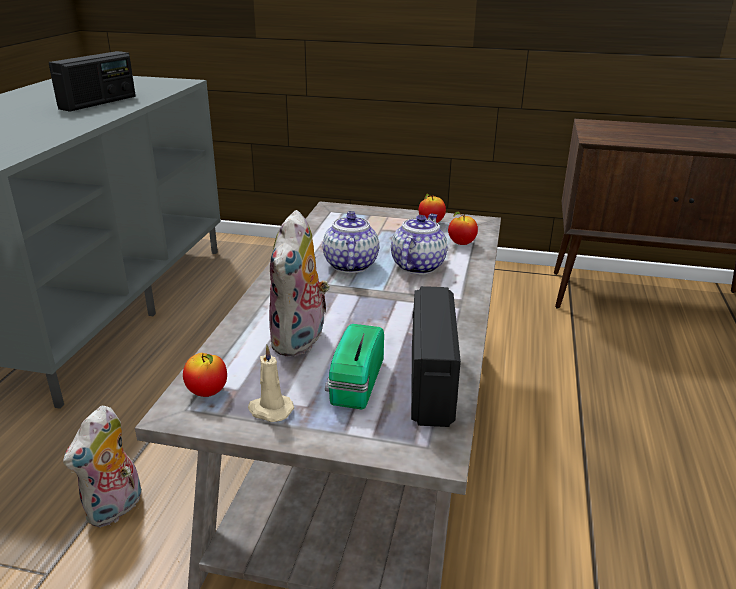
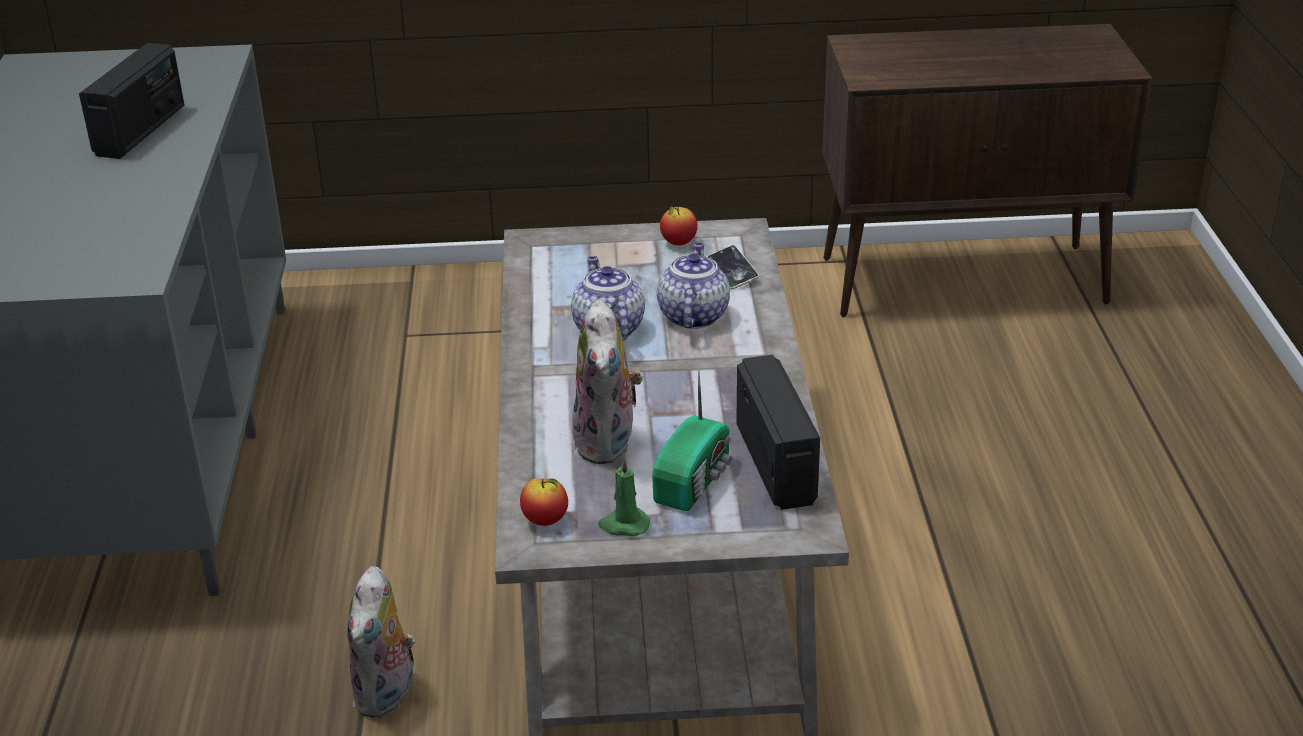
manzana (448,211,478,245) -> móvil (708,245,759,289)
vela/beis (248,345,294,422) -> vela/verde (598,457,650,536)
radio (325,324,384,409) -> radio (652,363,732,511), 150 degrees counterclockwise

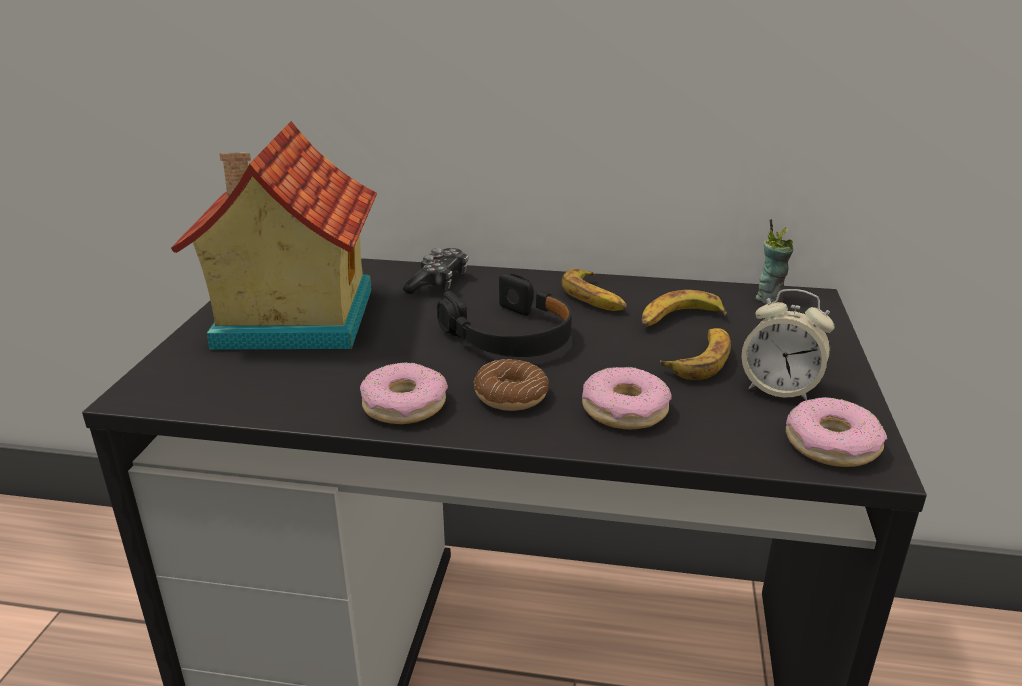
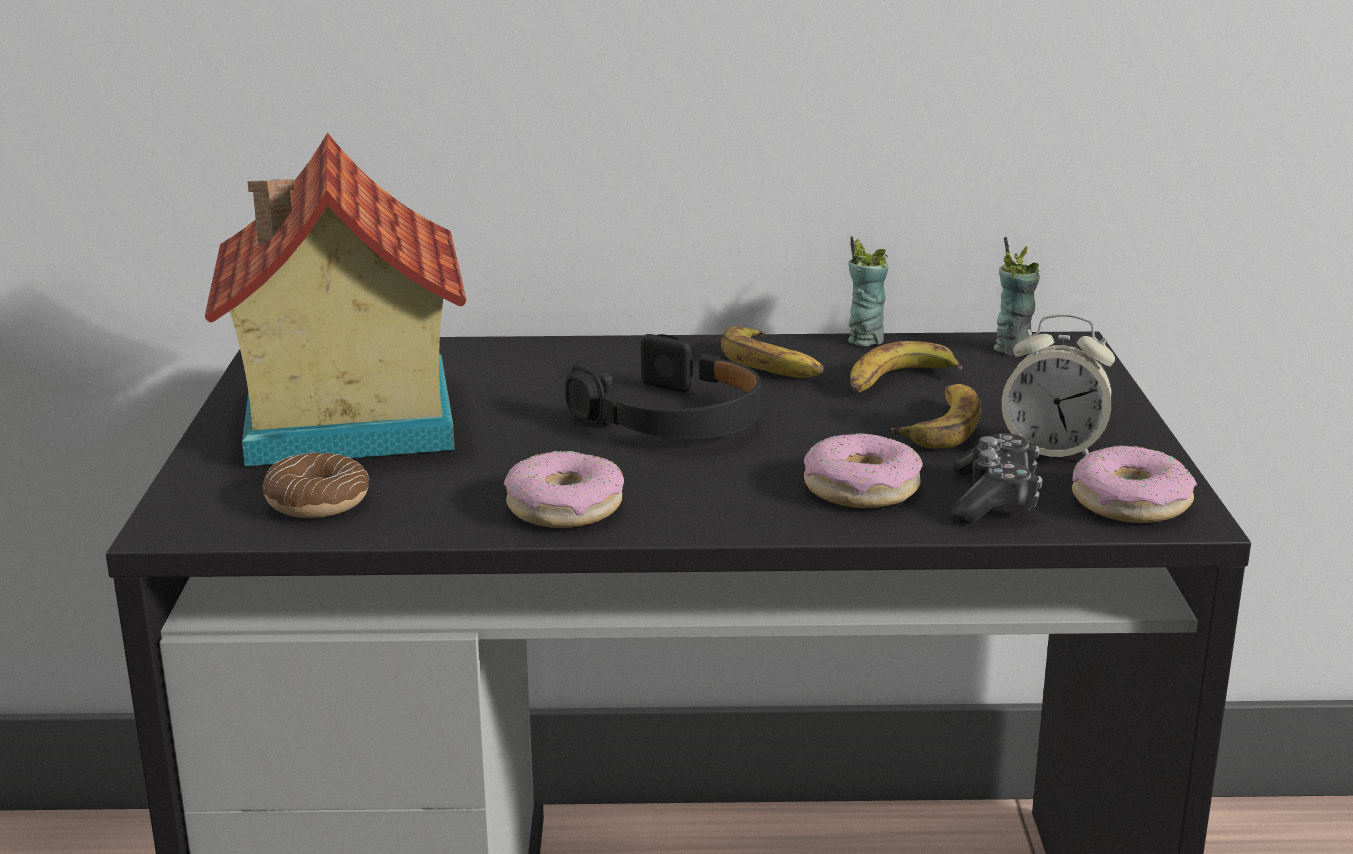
none -> taza (848,236,888,346)
mando de consola (403,248,468,294) -> mando de consola (952,433,1042,524), move
rosquilla (474,359,549,411) -> rosquilla (262,452,369,518), move

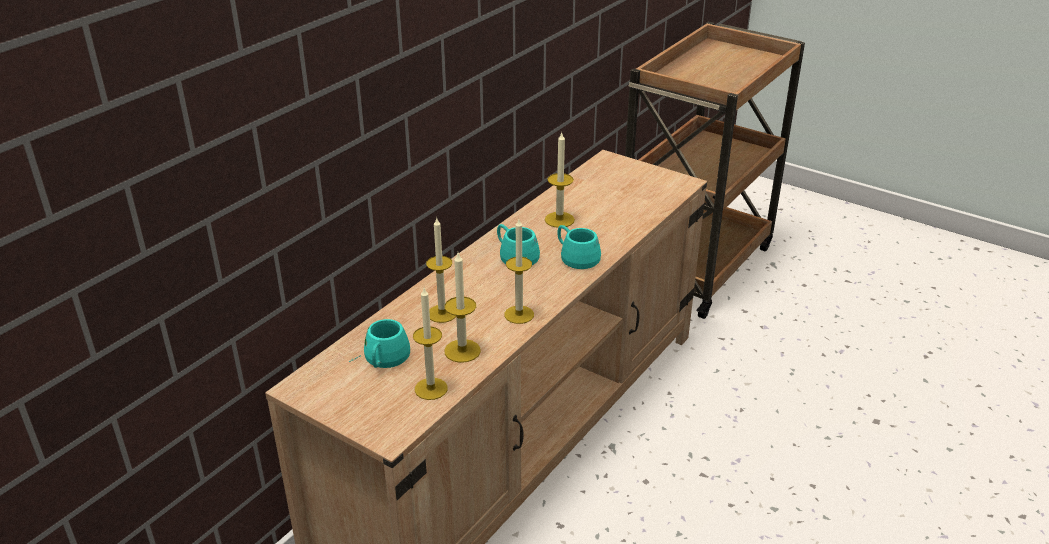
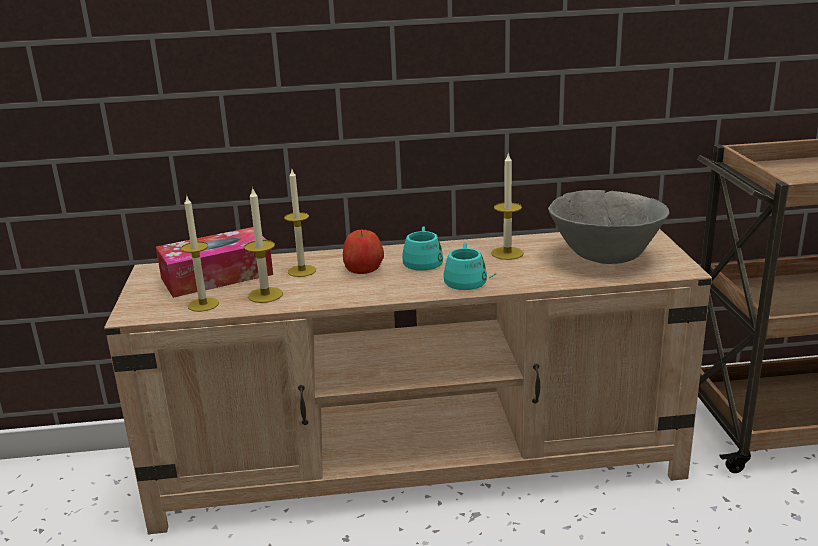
vela (504,219,534,324) -> none
none -> manzana (343,230,384,274)
none -> cuenco/gris (548,190,669,264)
taza grande/turquesa (350,319,410,368) -> caja de pañuelos (156,227,273,298)

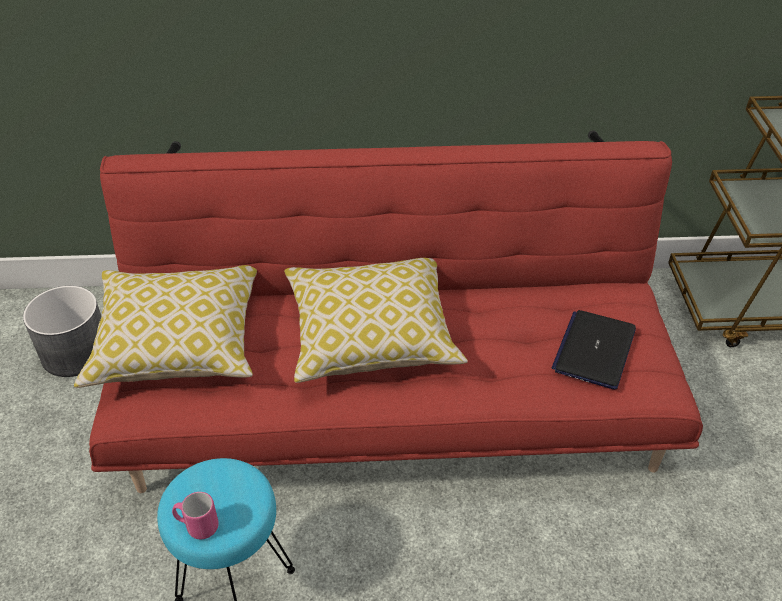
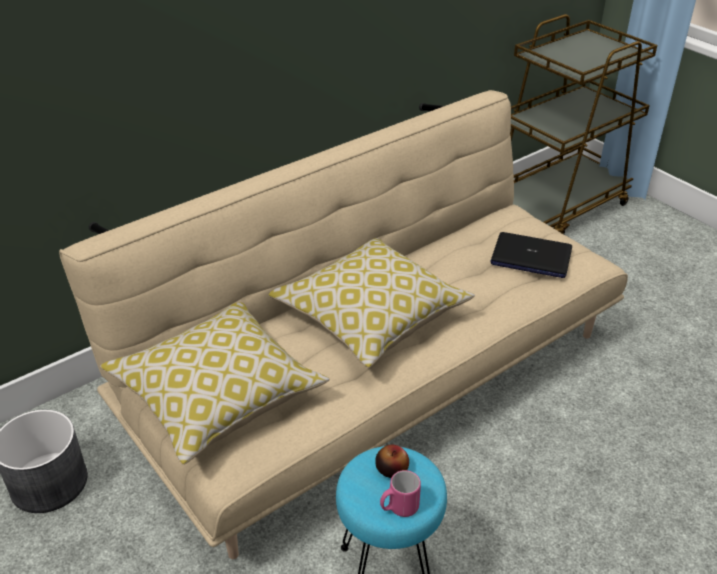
none -> manzana (375,445,409,478)
sofá/rojo (89,130,703,493) -> sofá/beis (59,90,628,560)
portátil (552,310,636,389) -> portátil (490,232,572,278), 60 degrees counterclockwise

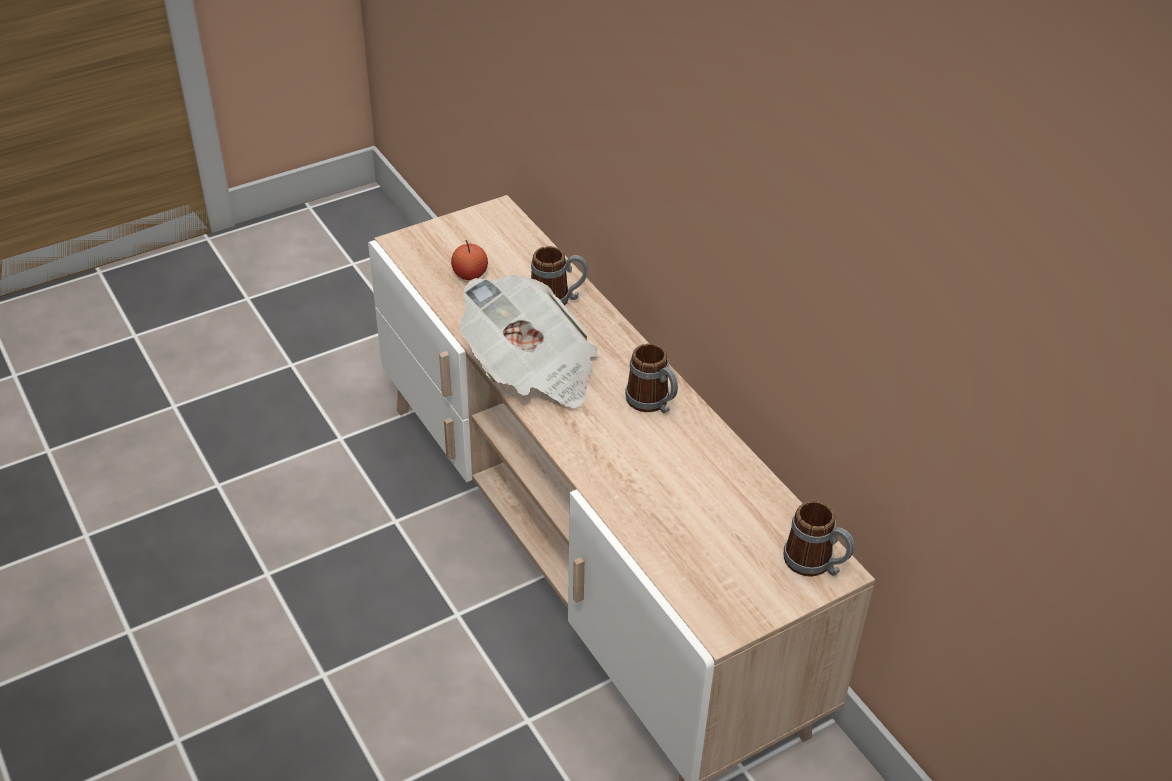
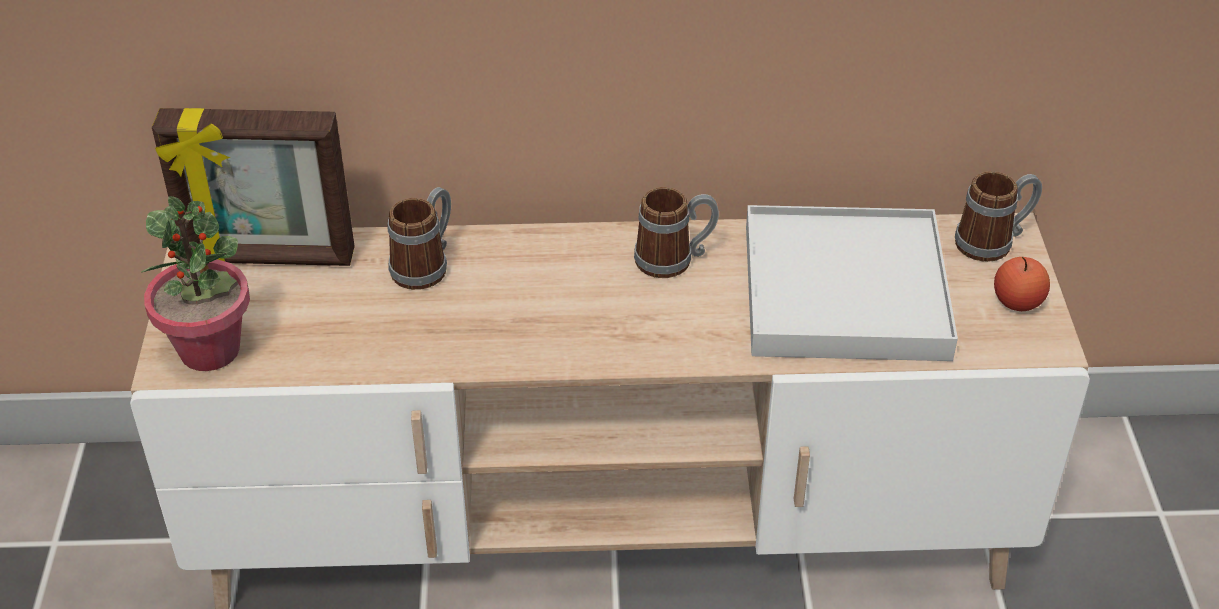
periódico (459,275,598,408) -> none
none -> planta en maceta (141,196,250,371)
none -> portarretratos (152,108,355,266)
none -> bandeja/blanco (746,205,958,361)
manzana (451,240,488,280) -> manzana (994,257,1050,311), move

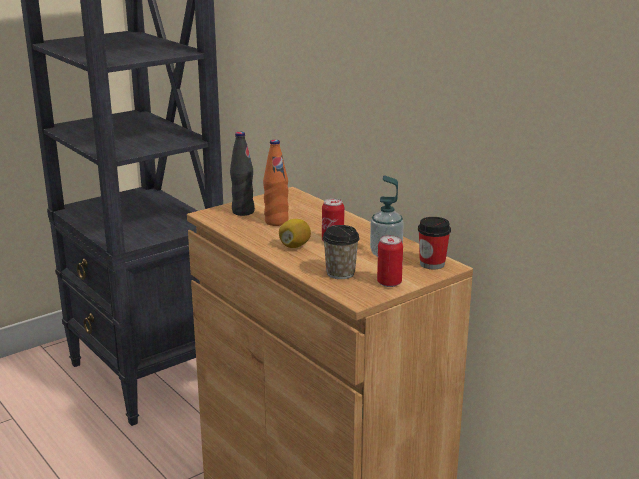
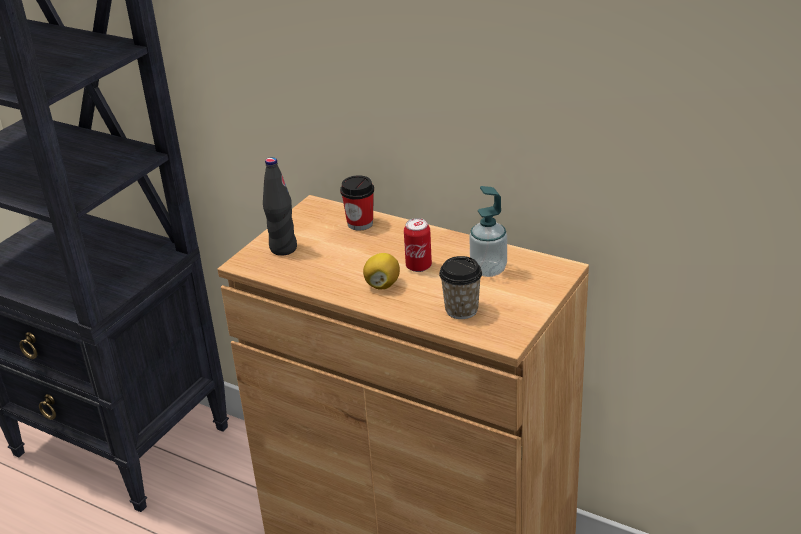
botella/naranja (263,139,289,226) -> none
lata (377,235,403,287) -> none
taza (418,217,451,269) -> taza (340,175,374,231), move

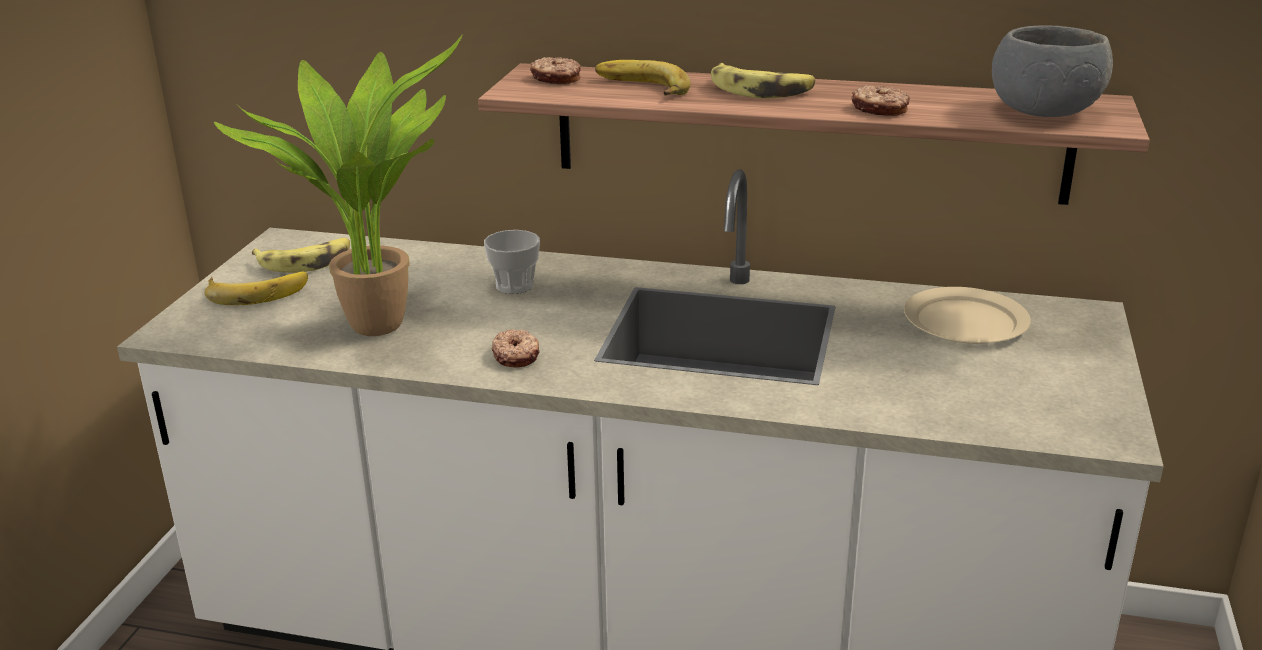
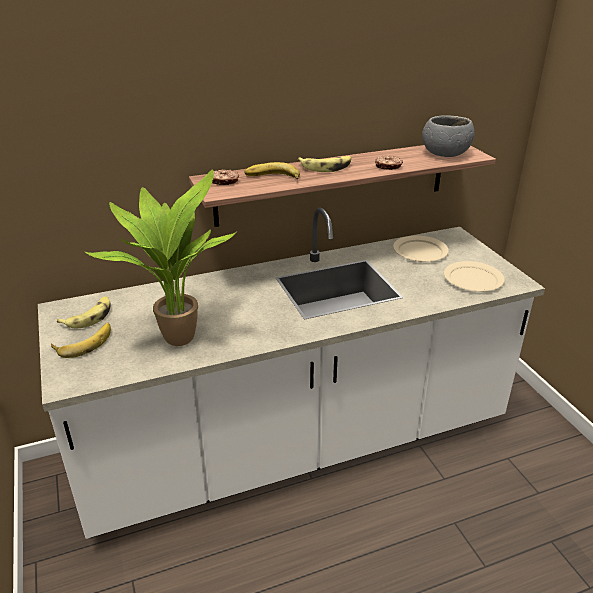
taza (484,230,540,294) -> none
rosquilla (492,329,540,368) -> none
none -> plato/beis (444,261,505,291)

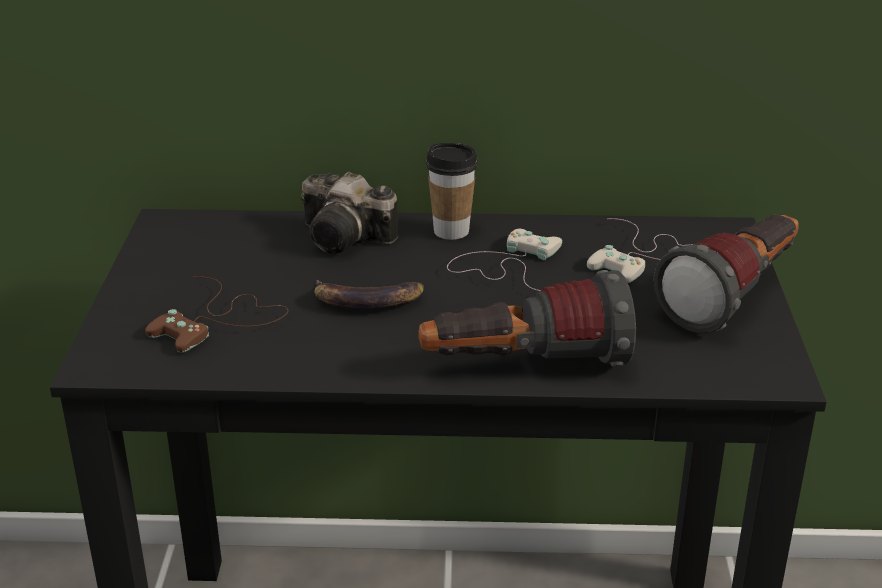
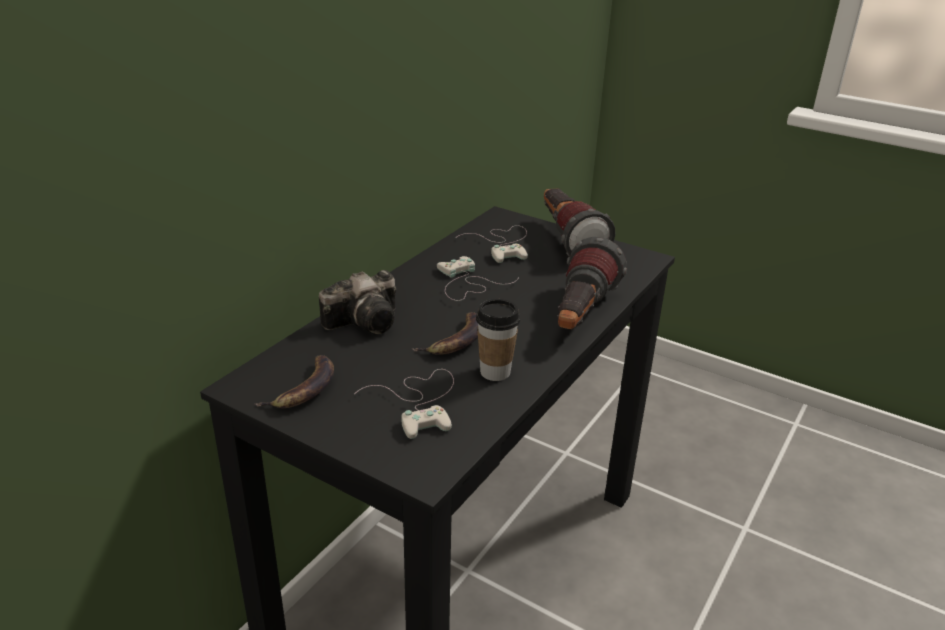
none -> plátano (255,355,334,408)
taza (426,143,478,240) -> taza (476,299,520,381), move
mando de consola/marrón (145,276,288,353) -> mando de consola/blanco (354,369,454,439)

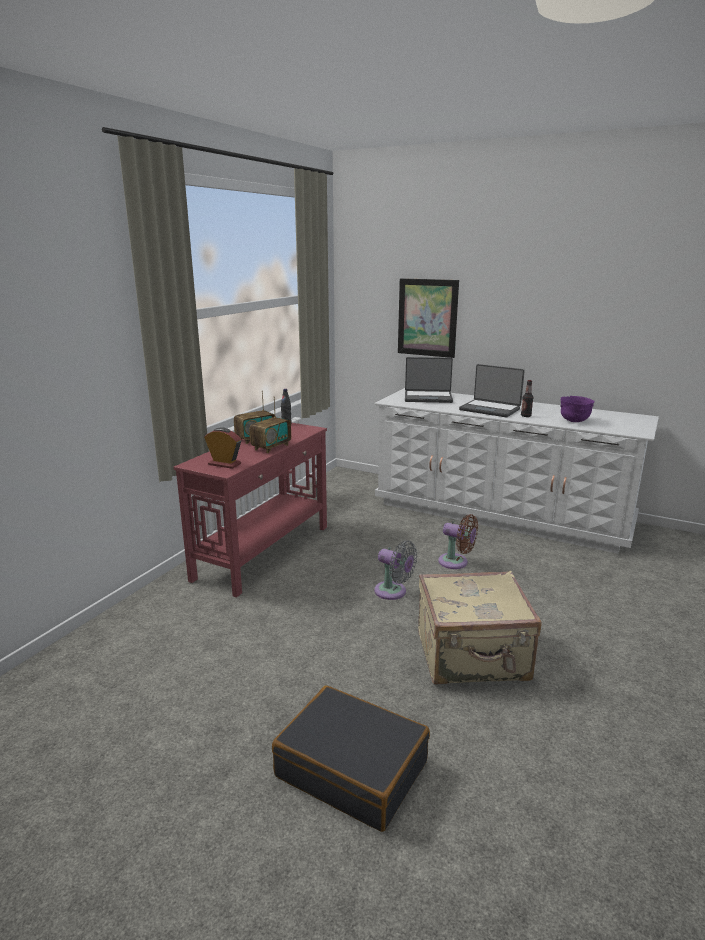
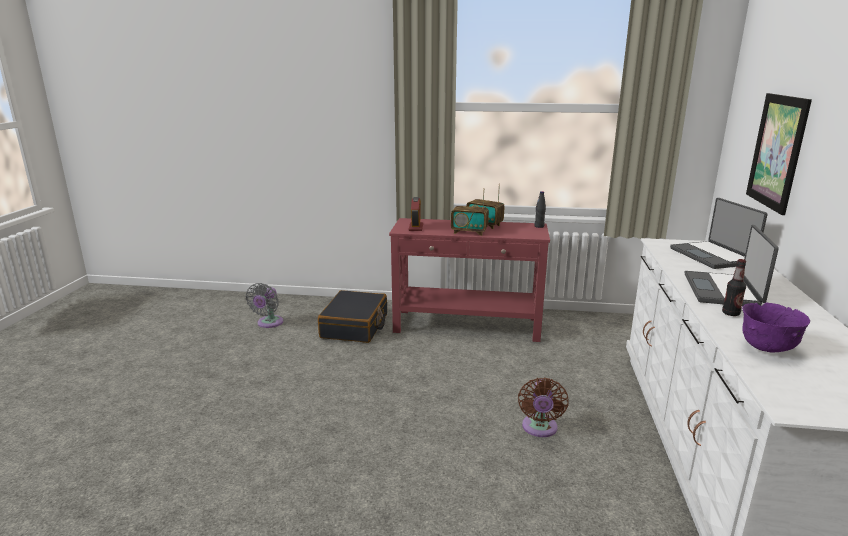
maleta/beis (418,571,541,685) -> none
maleta/negro (272,686,430,832) -> maleta/negro (318,290,387,343), move
ventilador/gris (374,541,417,600) -> ventilador/gris (246,283,283,328), move

